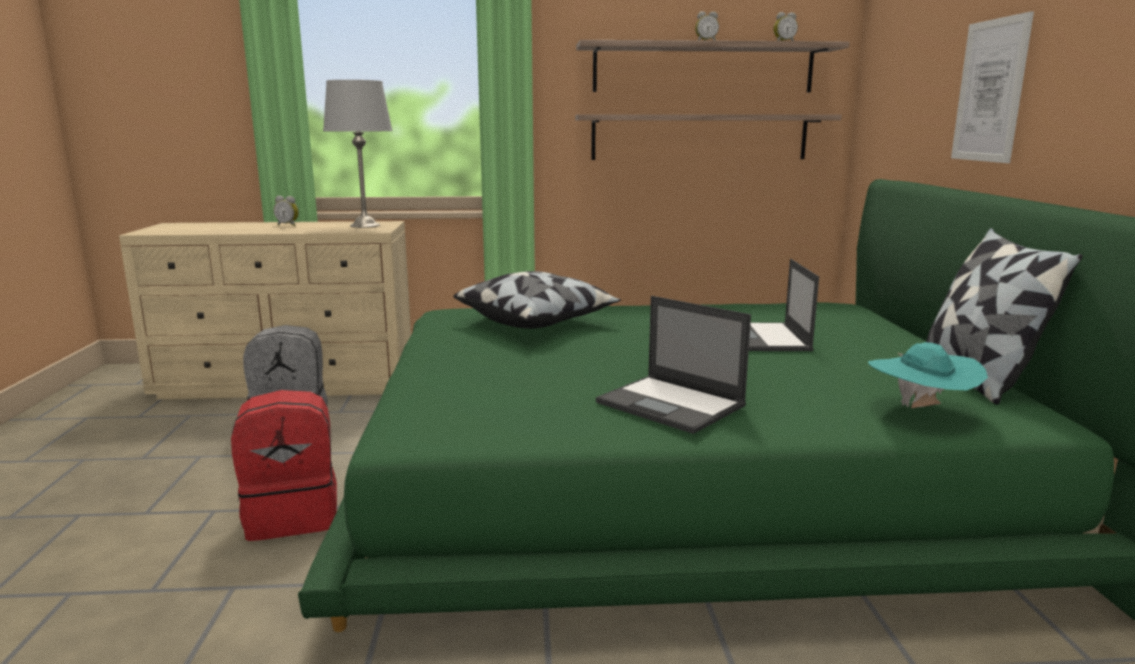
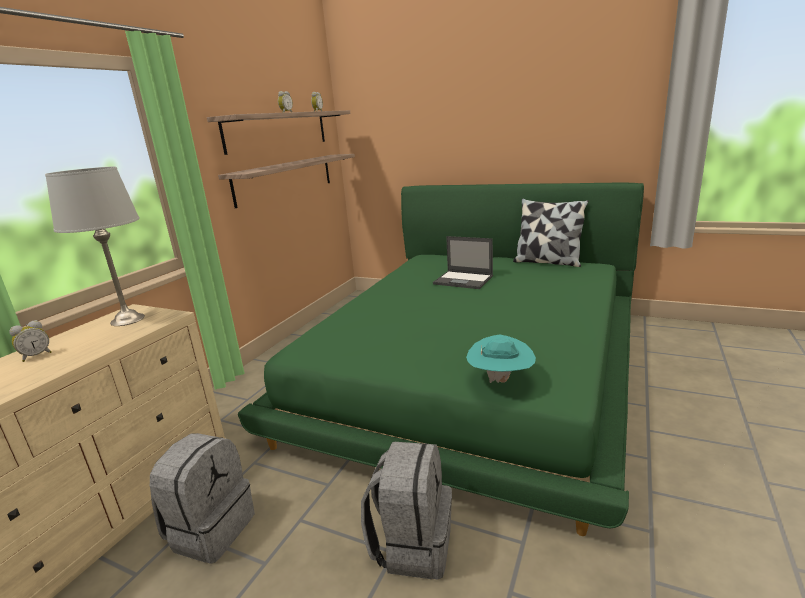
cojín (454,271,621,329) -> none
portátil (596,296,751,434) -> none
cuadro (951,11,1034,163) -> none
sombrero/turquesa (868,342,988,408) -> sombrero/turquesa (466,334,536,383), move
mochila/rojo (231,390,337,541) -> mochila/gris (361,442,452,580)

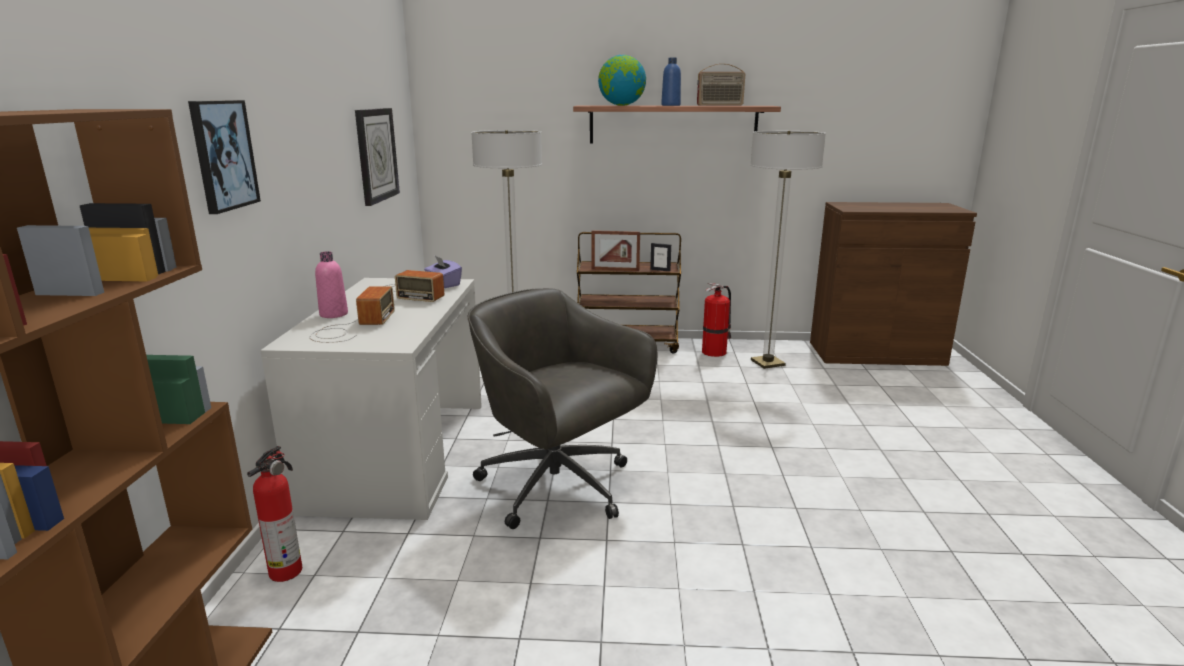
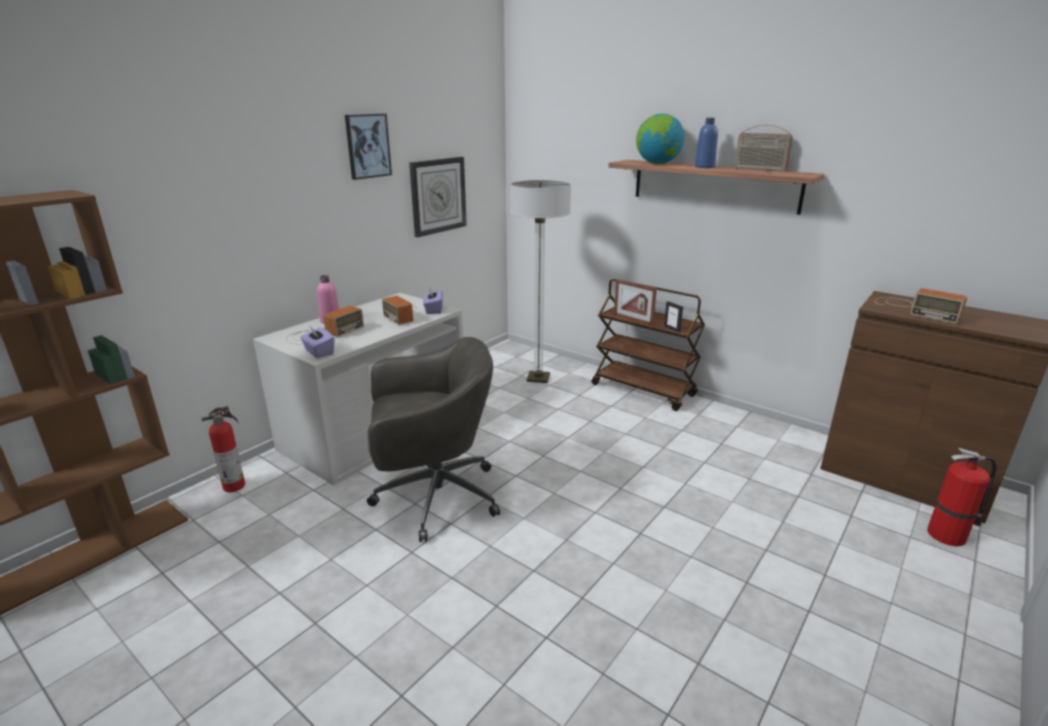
lámpara de pie (750,131,826,369) -> none
none -> caja de pañuelos/morado (300,327,334,358)
none -> radio (875,288,967,323)
cuadro (188,100,261,214) -> cuadro (345,114,392,180), move
extintor (702,283,731,357) -> extintor (927,448,996,547), move
silla de oficina/gris (468,288,657,529) -> silla de oficina/gris (367,337,500,542), 90 degrees clockwise

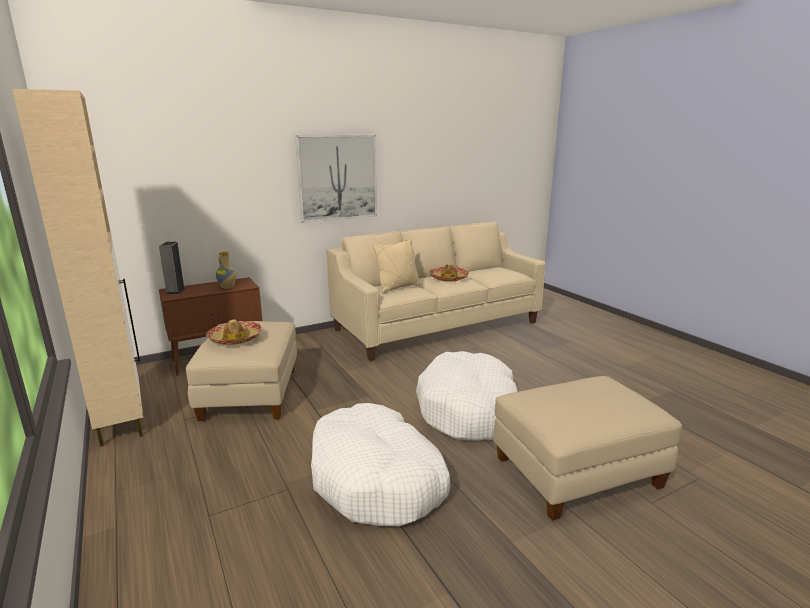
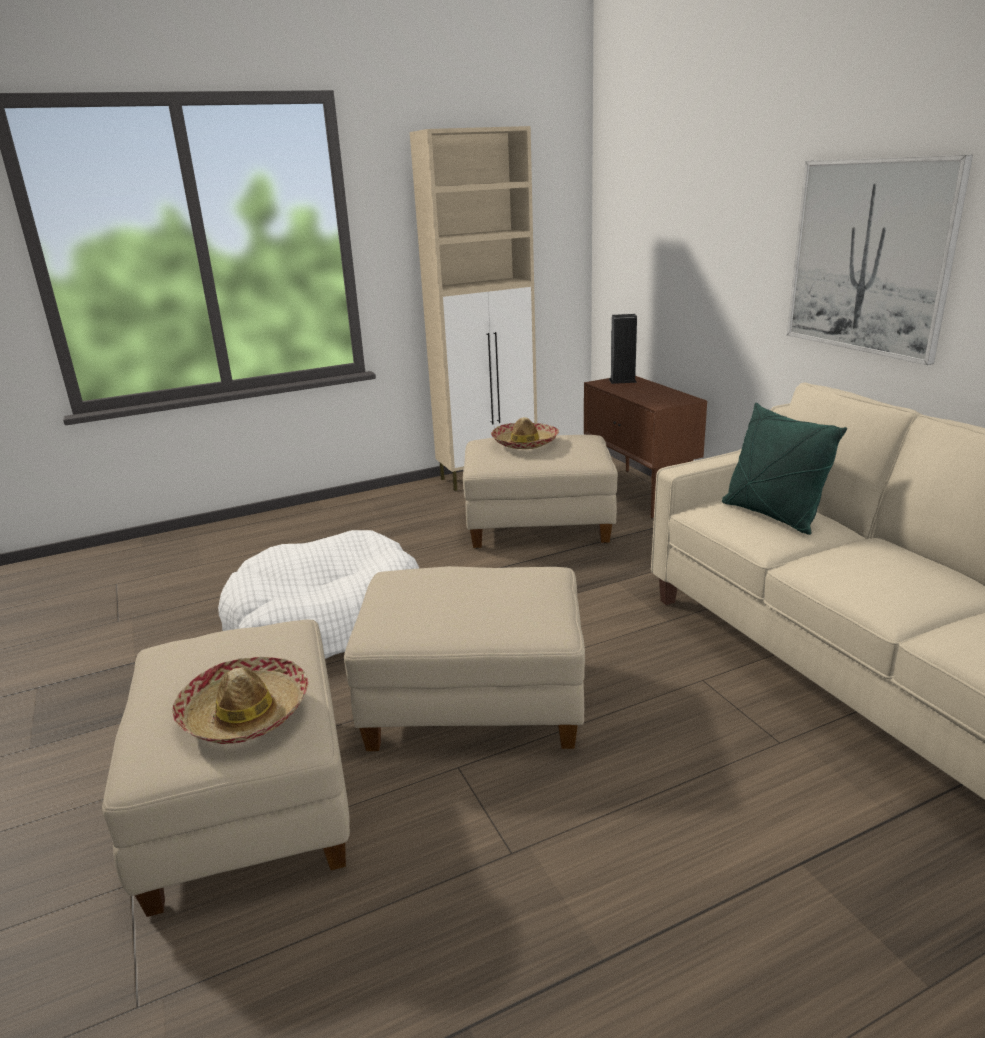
florero (216,252,237,289) -> none
sombrero (429,264,469,282) -> sombrero (172,657,309,744), move
cama para perro/blanco (416,351,518,441) -> puf/beis (344,566,585,751)
cojín/beis (373,239,421,294) -> cojín/verde (722,403,847,535)

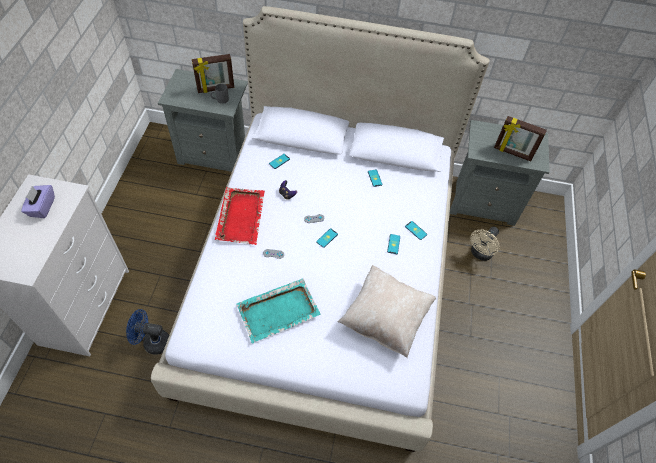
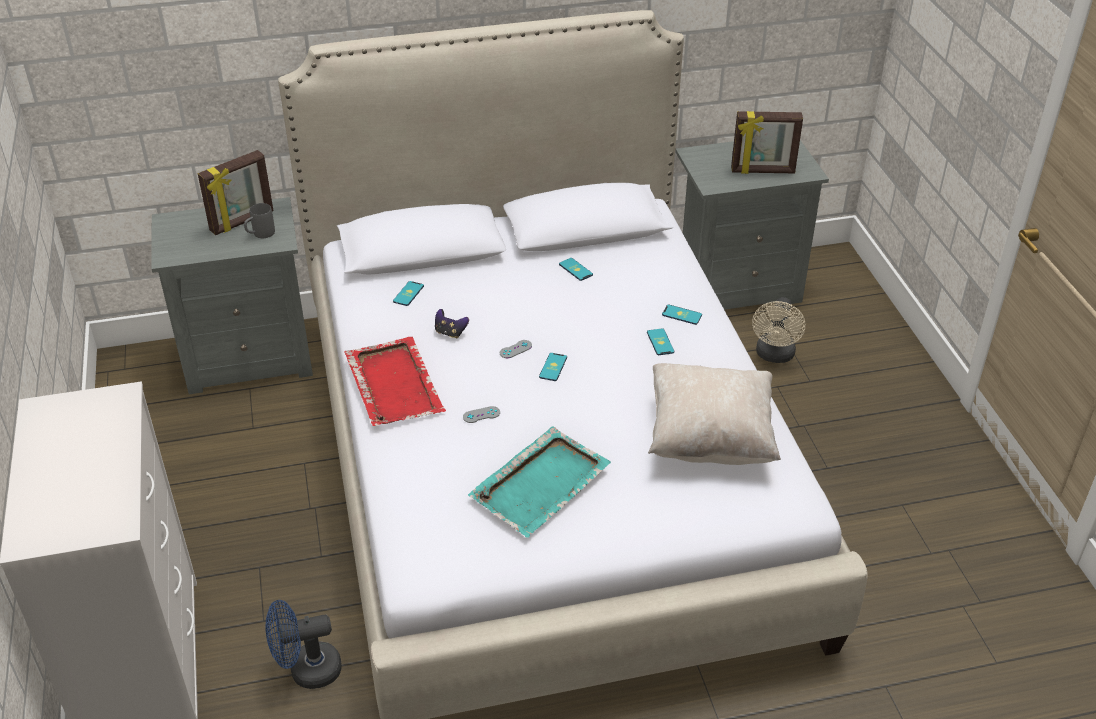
caja de pañuelos/morado (21,185,55,218) -> none

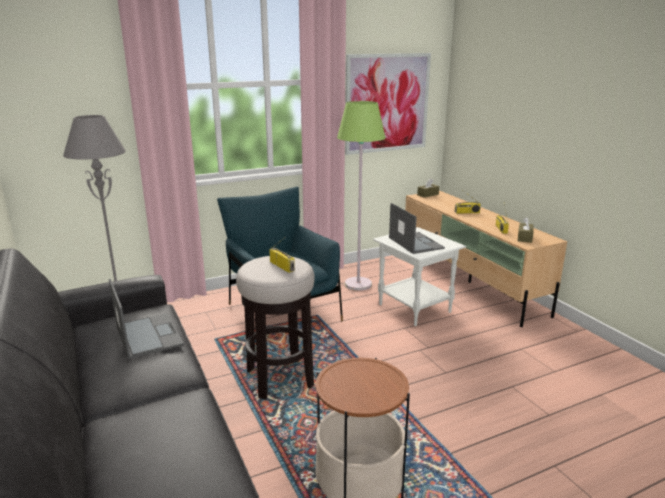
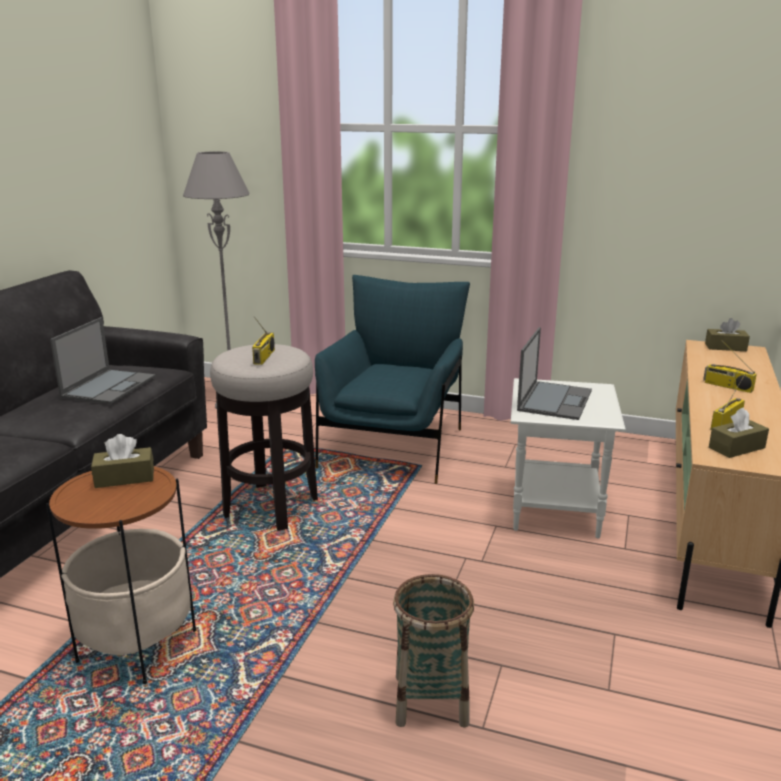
lámpara de pie/verde (337,101,385,291) -> none
cuadro (345,53,431,155) -> none
none -> caja de pañuelos/marrón (91,434,154,488)
none -> cesta (393,574,474,728)

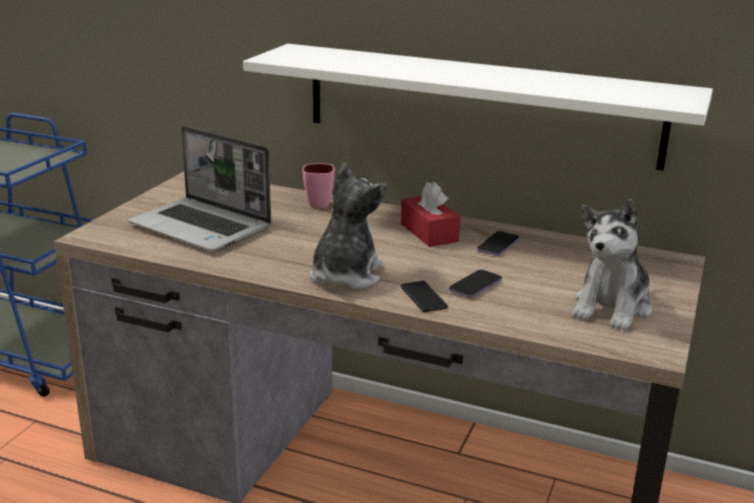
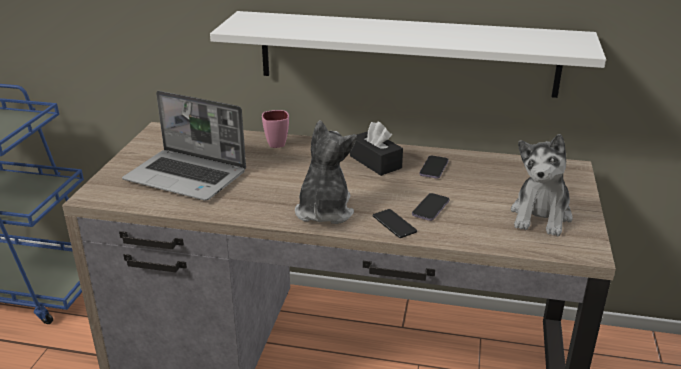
caja de pañuelos/rojo (401,181,460,247) -> caja de pañuelos/negro (350,122,403,176)

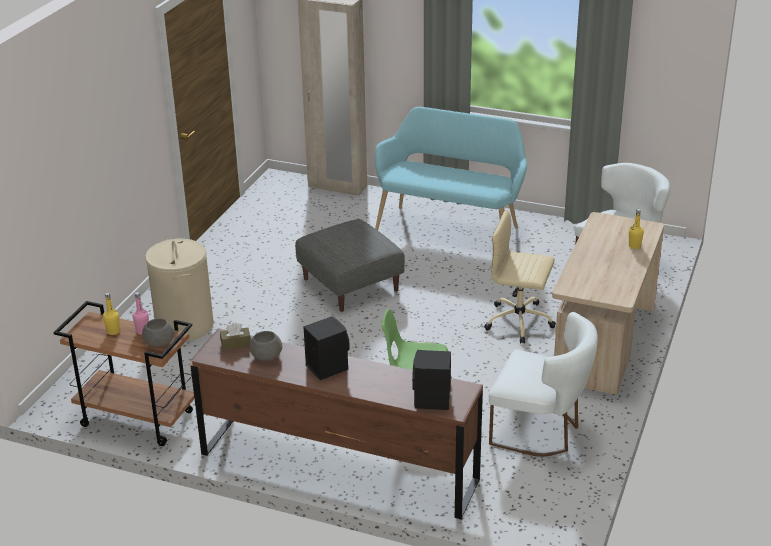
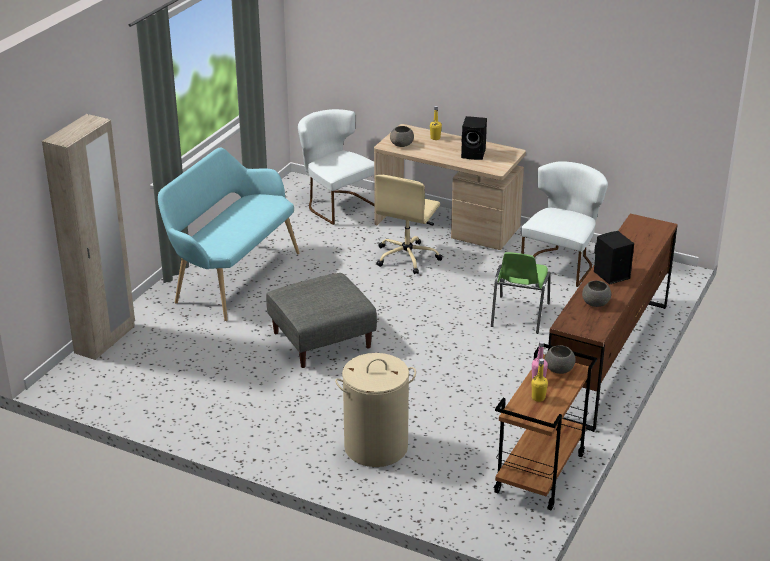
caja de pañuelos/marrón (220,323,251,350) -> none
none -> cuenco/gris (390,126,414,147)
altavoz/negro (412,350,451,410) -> altavoz/negro (461,116,487,160), move

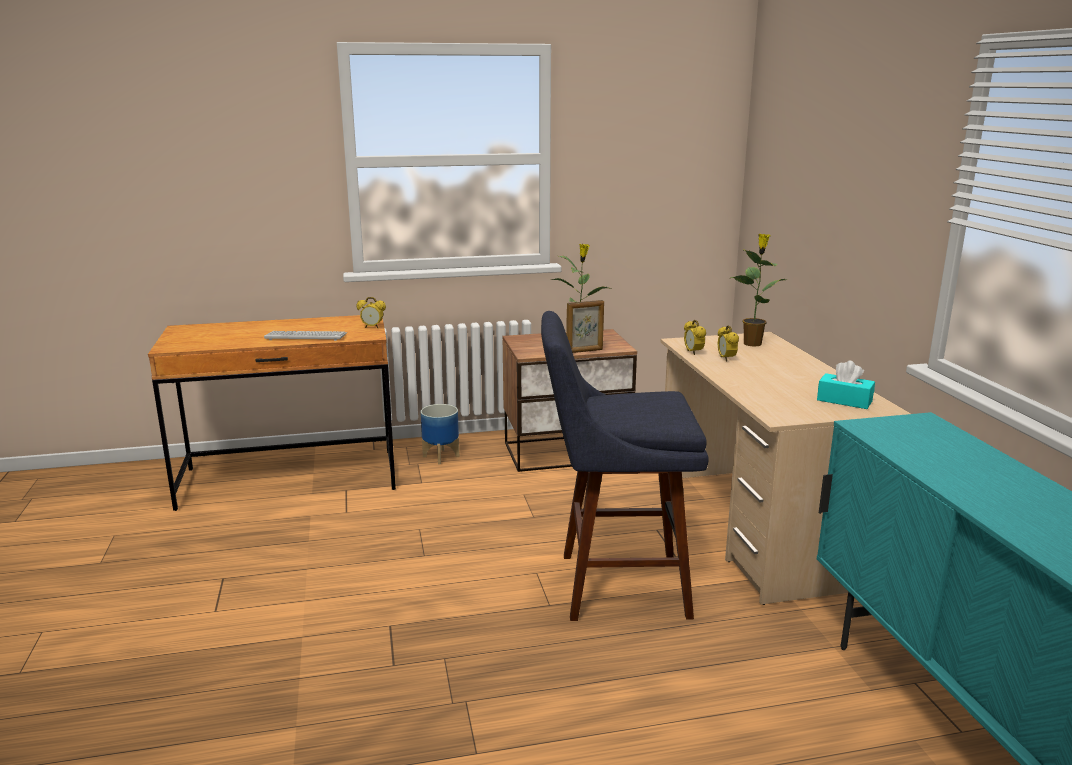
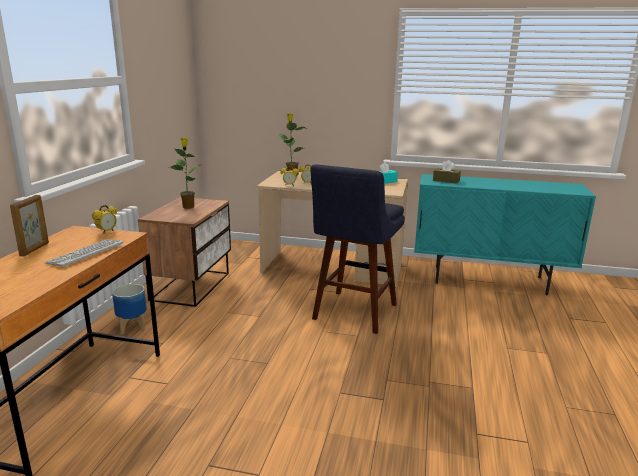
none -> caja de pañuelos/marrón (433,160,461,184)
portarretratos (566,300,604,353) -> portarretratos (10,195,49,257), move

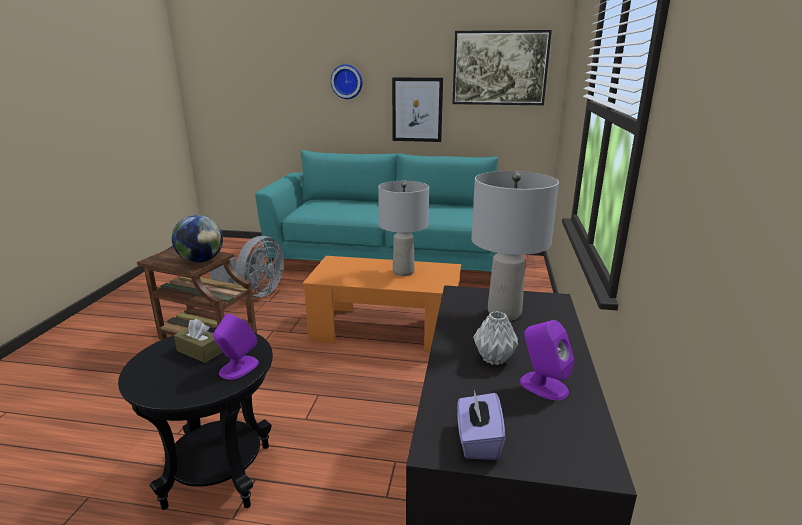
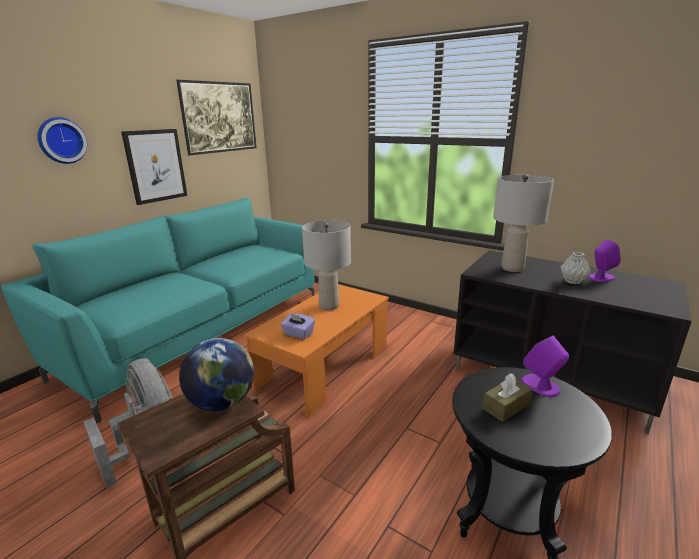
caja de pañuelos/morado (457,390,505,460) -> caja de pañuelos/morado (281,313,315,339), move

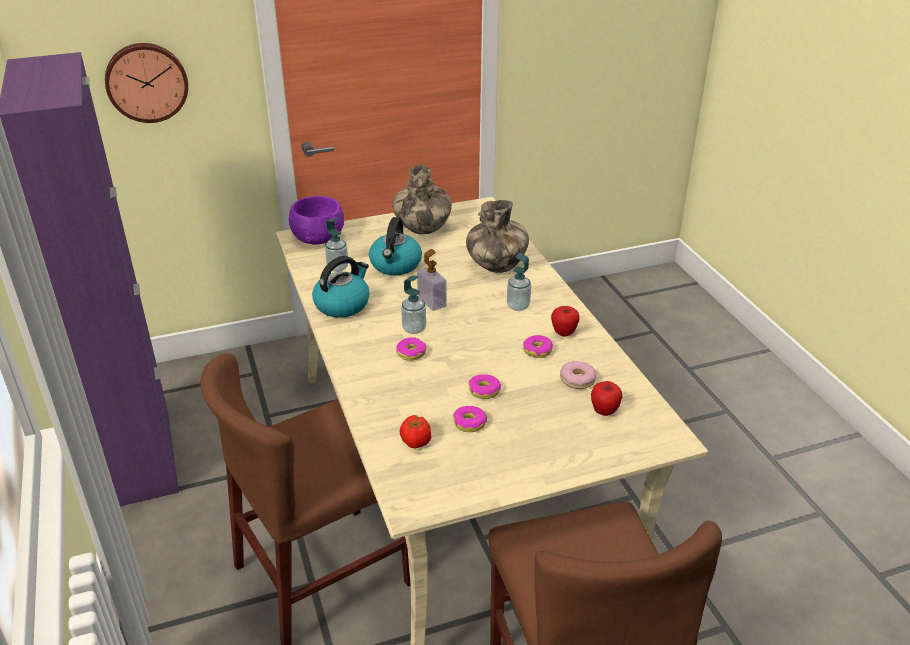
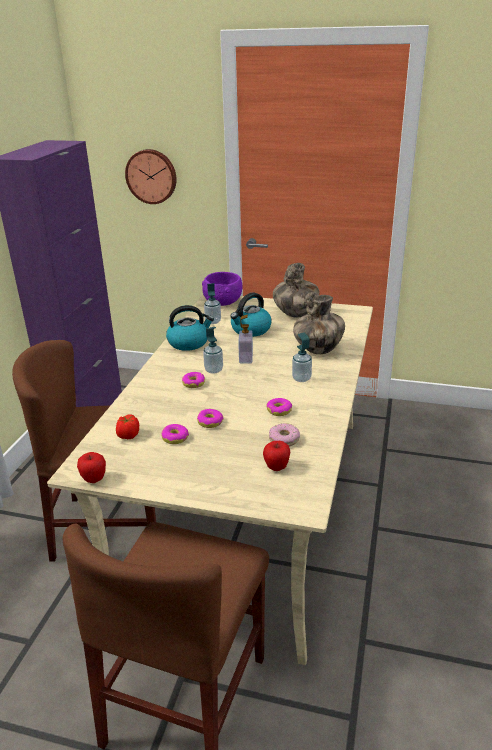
manzana (551,306,580,336) -> manzana (77,452,106,483), move

